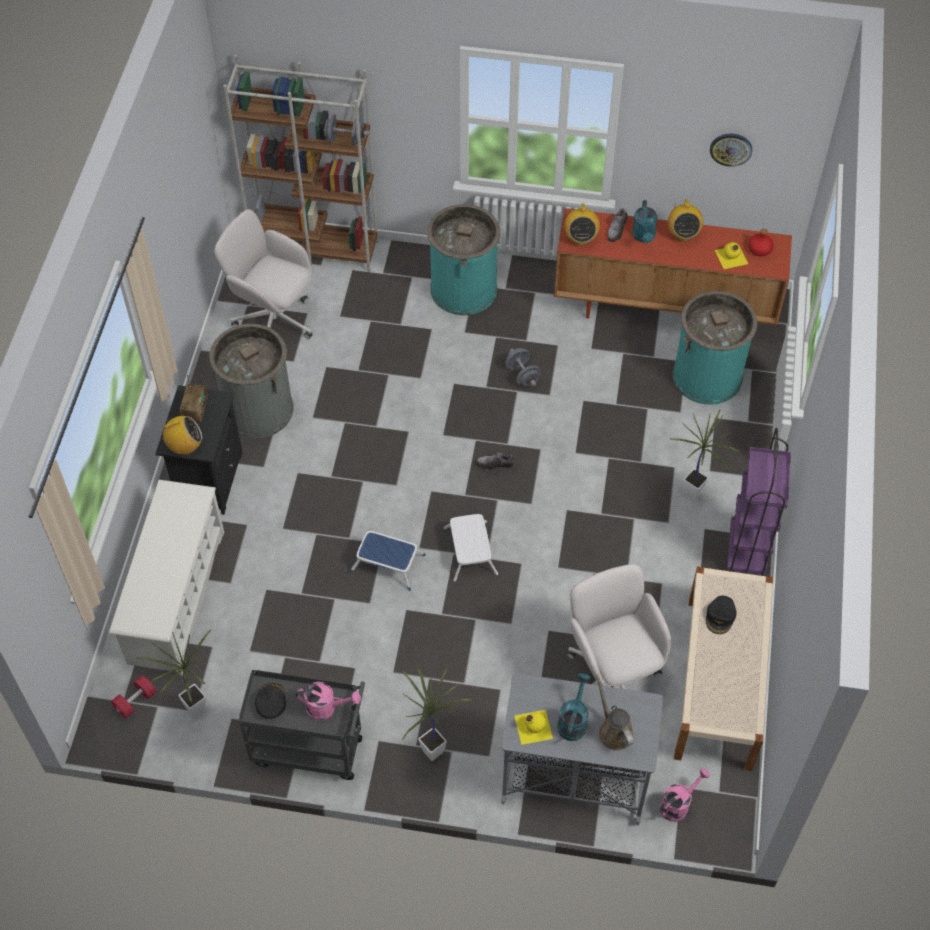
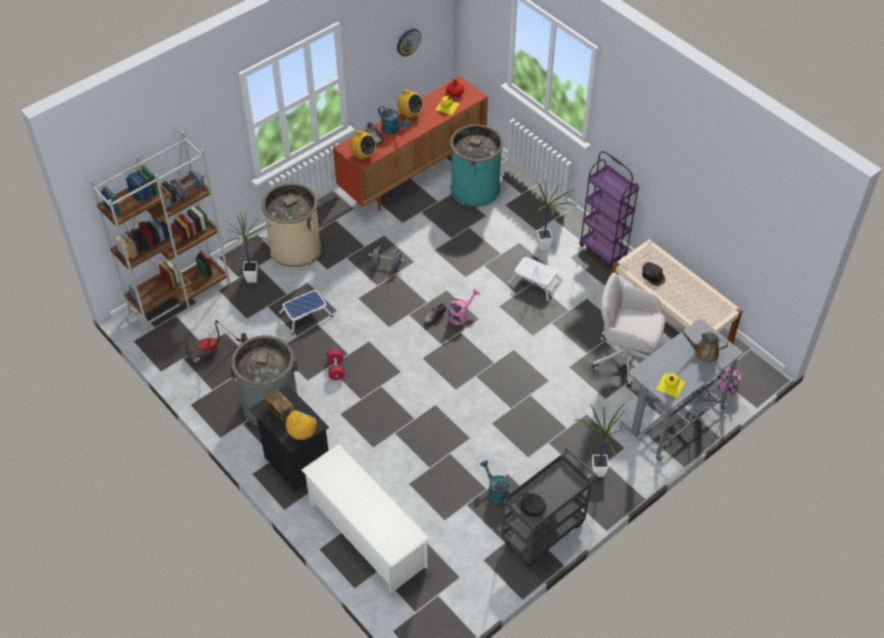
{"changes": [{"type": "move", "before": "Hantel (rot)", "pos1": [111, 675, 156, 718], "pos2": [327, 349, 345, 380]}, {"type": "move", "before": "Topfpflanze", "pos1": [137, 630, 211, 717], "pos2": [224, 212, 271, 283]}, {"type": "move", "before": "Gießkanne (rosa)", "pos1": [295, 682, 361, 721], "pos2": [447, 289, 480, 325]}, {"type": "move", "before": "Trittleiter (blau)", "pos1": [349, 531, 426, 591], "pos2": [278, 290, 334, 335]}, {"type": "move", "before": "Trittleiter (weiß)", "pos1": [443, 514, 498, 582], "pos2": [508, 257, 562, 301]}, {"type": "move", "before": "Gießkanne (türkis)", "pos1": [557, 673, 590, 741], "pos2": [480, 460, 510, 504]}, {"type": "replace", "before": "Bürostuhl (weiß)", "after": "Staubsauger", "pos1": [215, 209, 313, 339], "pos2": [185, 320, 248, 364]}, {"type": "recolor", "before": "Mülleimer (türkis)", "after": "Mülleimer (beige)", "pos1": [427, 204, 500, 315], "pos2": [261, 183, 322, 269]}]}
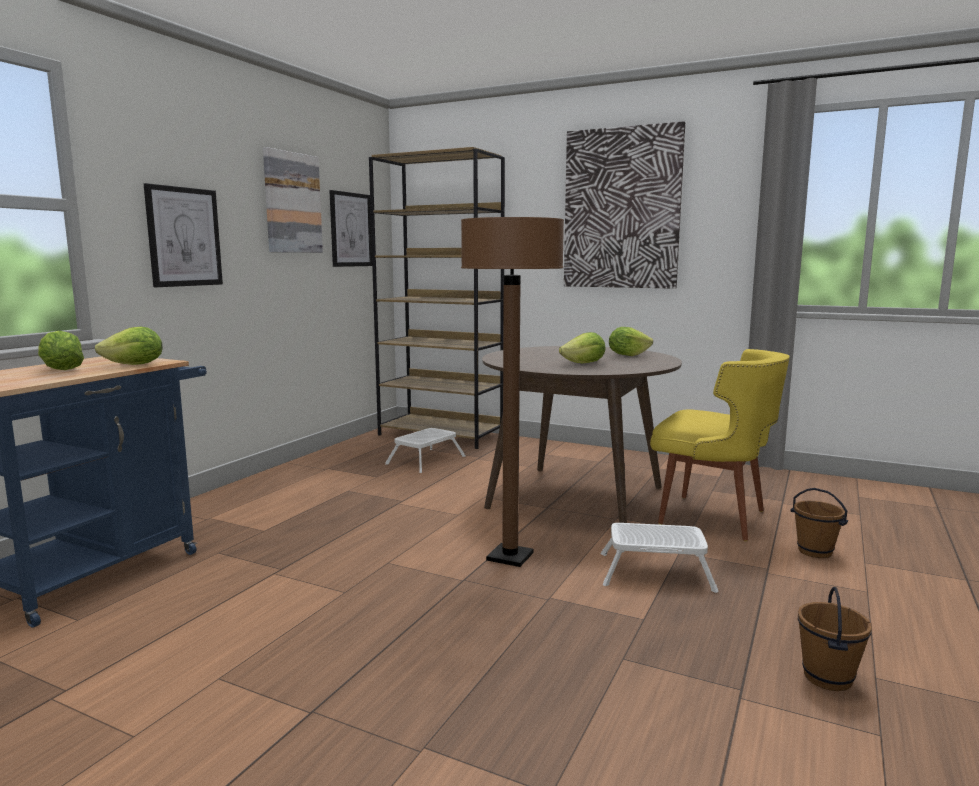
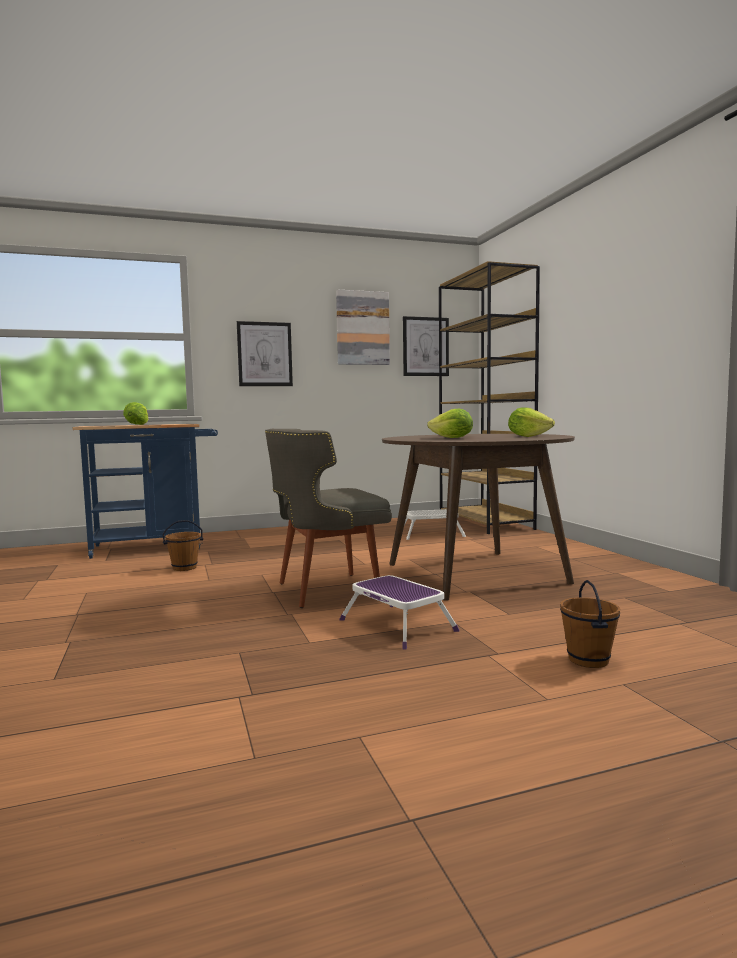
{"changes": [{"type": "delete", "before": "Salatkopf", "pos1": [95, 327, 163, 365]}, {"type": "delete", "before": "Bild", "pos1": [564, 121, 685, 289]}, {"type": "delete", "before": "Stuhl (gelb)", "pos1": [650, 349, 790, 541]}, {"type": "move", "before": "Eimer (braun)", "pos1": [798, 587, 872, 691], "pos2": [163, 520, 203, 571]}, {"type": "replace", "before": "Stehlampe (braun)", "after": "Stuhl (grau)", "pos1": [461, 217, 564, 567], "pos2": [265, 429, 392, 608]}, {"type": "recolor", "before": "Trittleiter (weiß)", "after": "Trittleiter (lila)", "pos1": [601, 523, 719, 593], "pos2": [339, 575, 460, 650]}]}
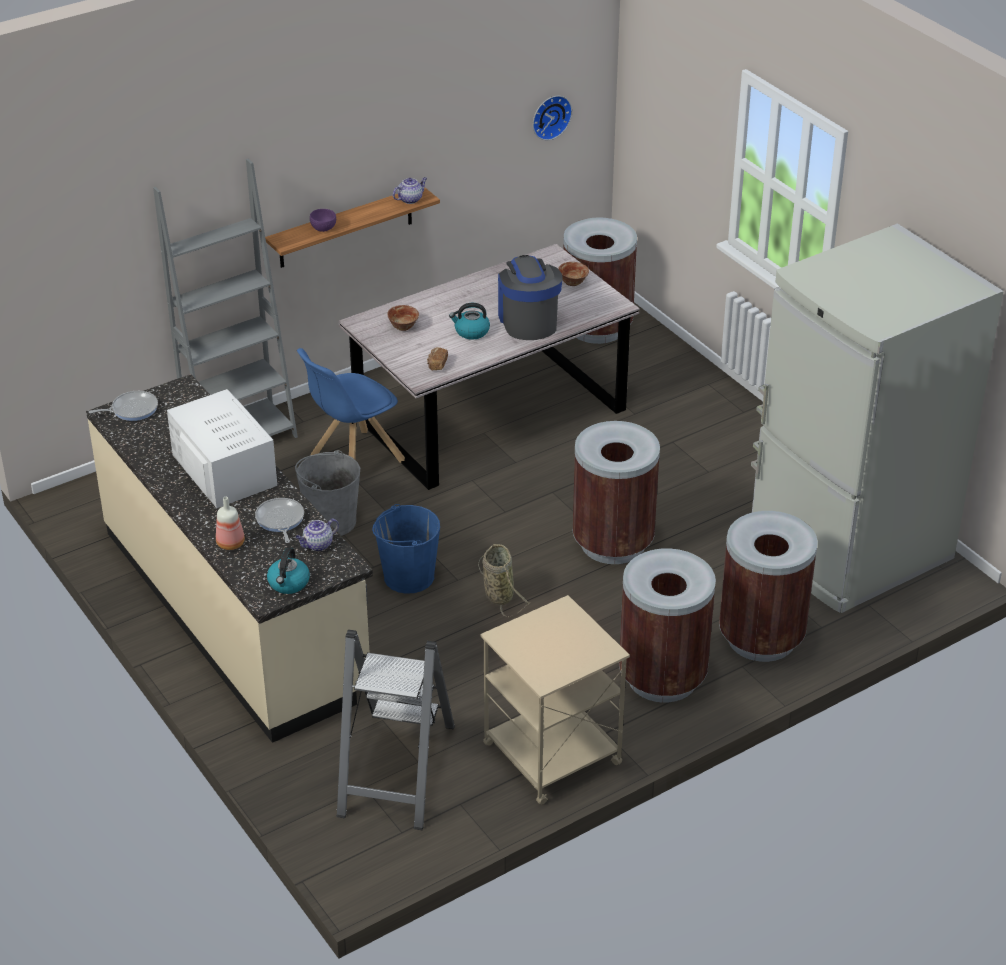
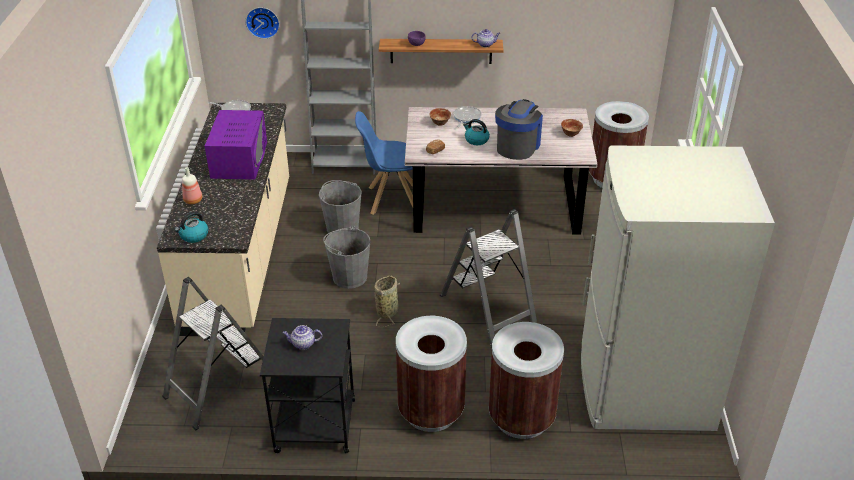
{"changes": [{"type": "move", "before": "Pfanne", "pos1": [255, 498, 304, 543], "pos2": [453, 106, 482, 127]}, {"type": "move", "before": "Teekanne", "pos1": [295, 518, 339, 551], "pos2": [282, 325, 322, 350]}, {"type": "move", "before": "Wanduhr", "pos1": [533, 96, 572, 141], "pos2": [246, 7, 280, 39]}, {"type": "replace", "before": "Mülleimer (braun)", "after": "Trittleiter (grau)", "pos1": [572, 421, 660, 564], "pos2": [440, 209, 537, 348]}, {"type": "recolor", "before": "Mikrowelle (weiß)", "after": "Mikrowelle (lila)", "pos1": [167, 389, 277, 508], "pos2": [205, 110, 267, 180]}, {"type": "recolor", "before": "Eimer (blau)", "after": "Eimer (grau)", "pos1": [372, 504, 440, 594], "pos2": [323, 226, 370, 289]}, {"type": "recolor", "before": "Rollwagen (beige)", "after": "Rollwagen (schwarz)", "pos1": [480, 595, 630, 804], "pos2": [260, 318, 355, 453]}]}
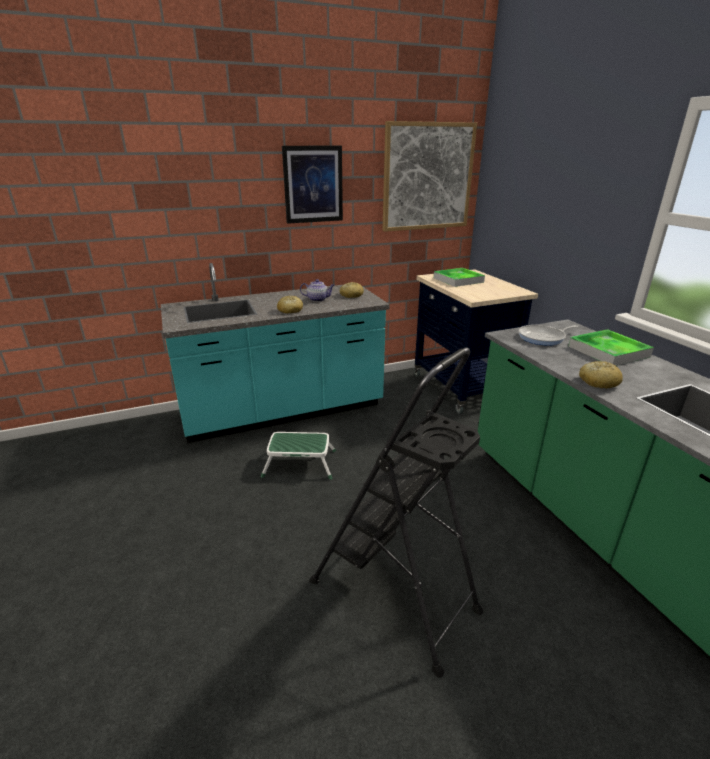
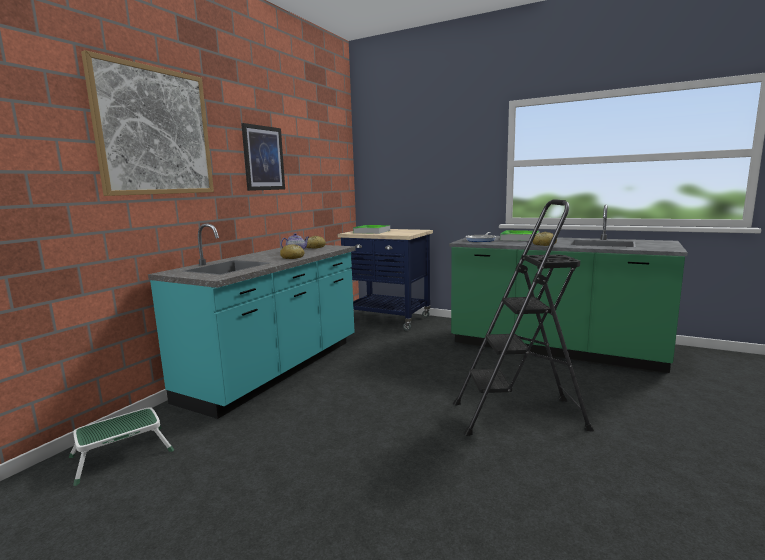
{"changes": [{"type": "move", "before": "Trittleiter (grün)", "pos1": [261, 432, 336, 480], "pos2": [69, 407, 174, 486]}, {"type": "move", "before": "Bild", "pos1": [382, 121, 477, 232], "pos2": [81, 50, 214, 196]}]}
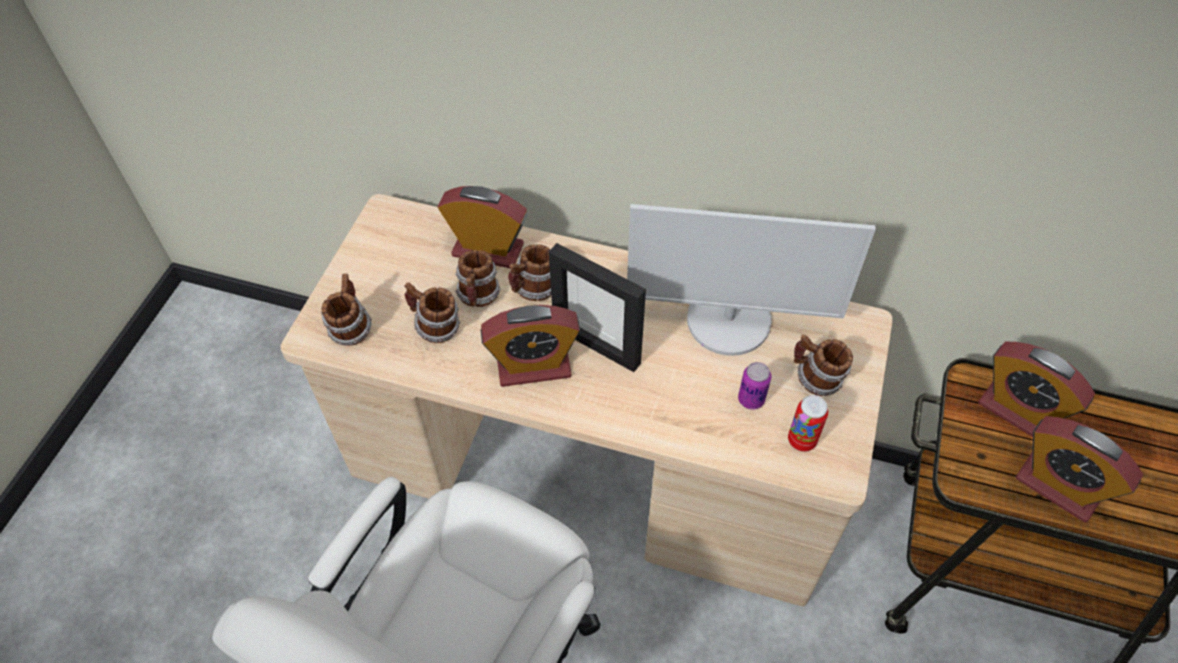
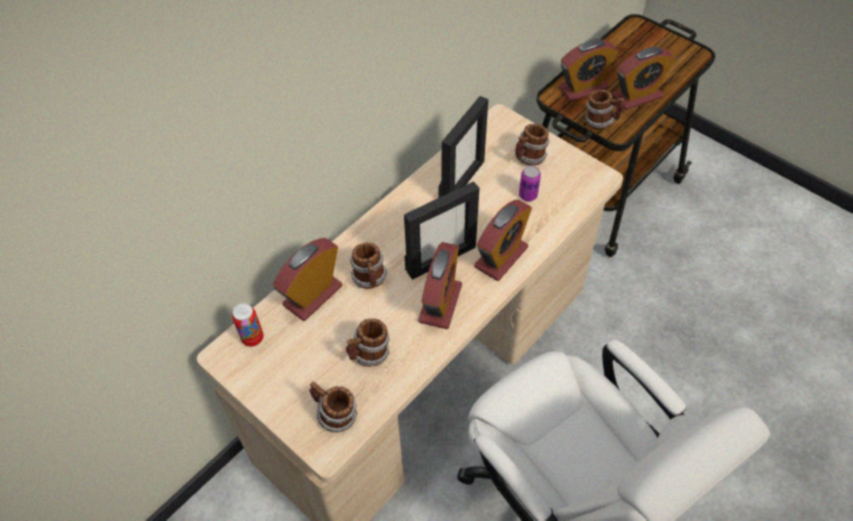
{"changes": [{"type": "insert", "after": "Wecker", "pos2": [474, 199, 532, 281]}, {"type": "move", "before": "Henkelbecher", "pos1": [455, 250, 501, 307], "pos2": [585, 89, 624, 129]}, {"type": "move", "before": "Dose", "pos1": [788, 395, 828, 452], "pos2": [232, 303, 264, 347]}, {"type": "replace", "before": "Monitor", "after": "Bilderrahmen", "pos1": [627, 204, 876, 356], "pos2": [439, 96, 488, 198]}]}
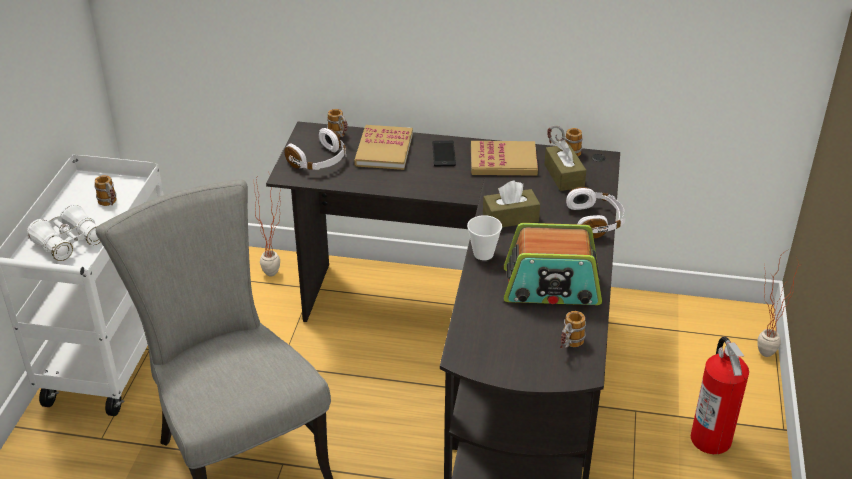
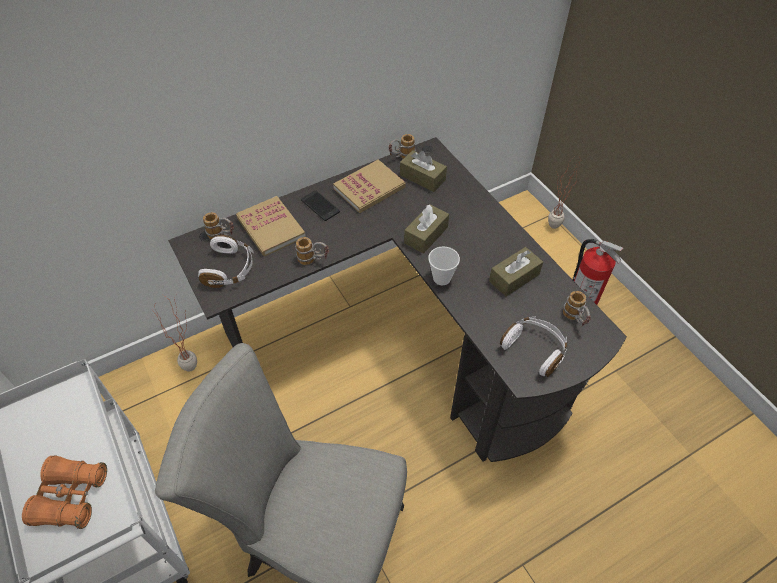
{"changes": [{"type": "move", "before": "Henkelbecher", "pos1": [95, 175, 117, 206], "pos2": [296, 237, 329, 265]}, {"type": "move", "before": "Kopfhörer (weiß)", "pos1": [566, 187, 626, 238], "pos2": [500, 317, 567, 377]}, {"type": "replace", "before": "Radio", "after": "Taschentuchbox (braun)", "pos1": [504, 223, 602, 305], "pos2": [489, 247, 543, 296]}, {"type": "recolor", "before": "Fernglas (weiß)", "after": "Fernglas (orange)", "pos1": [27, 204, 100, 261], "pos2": [22, 455, 107, 529]}]}
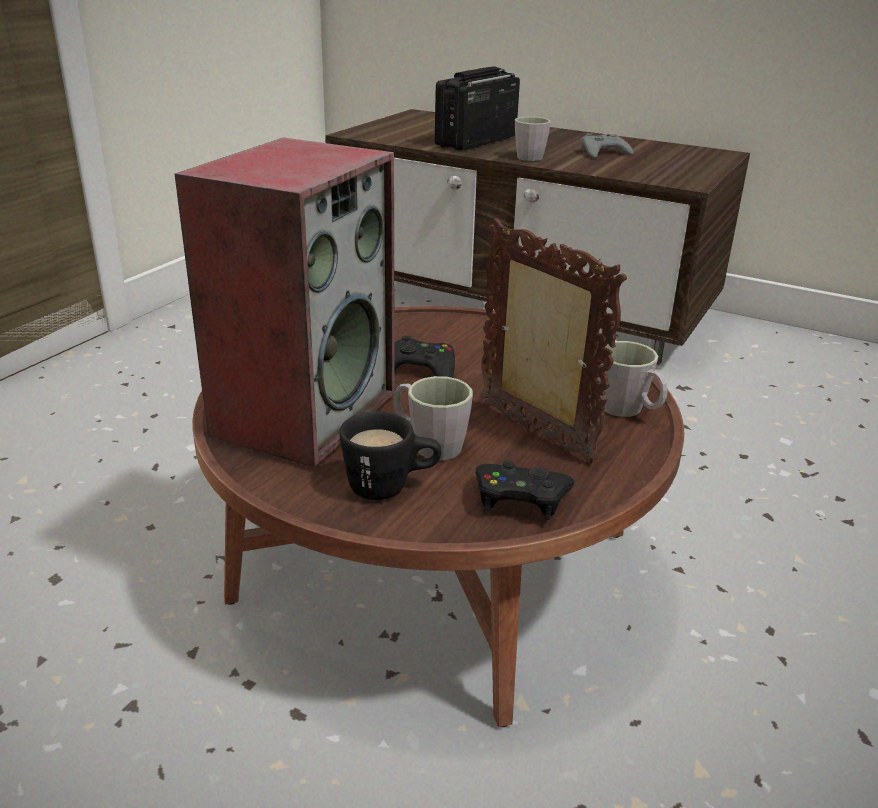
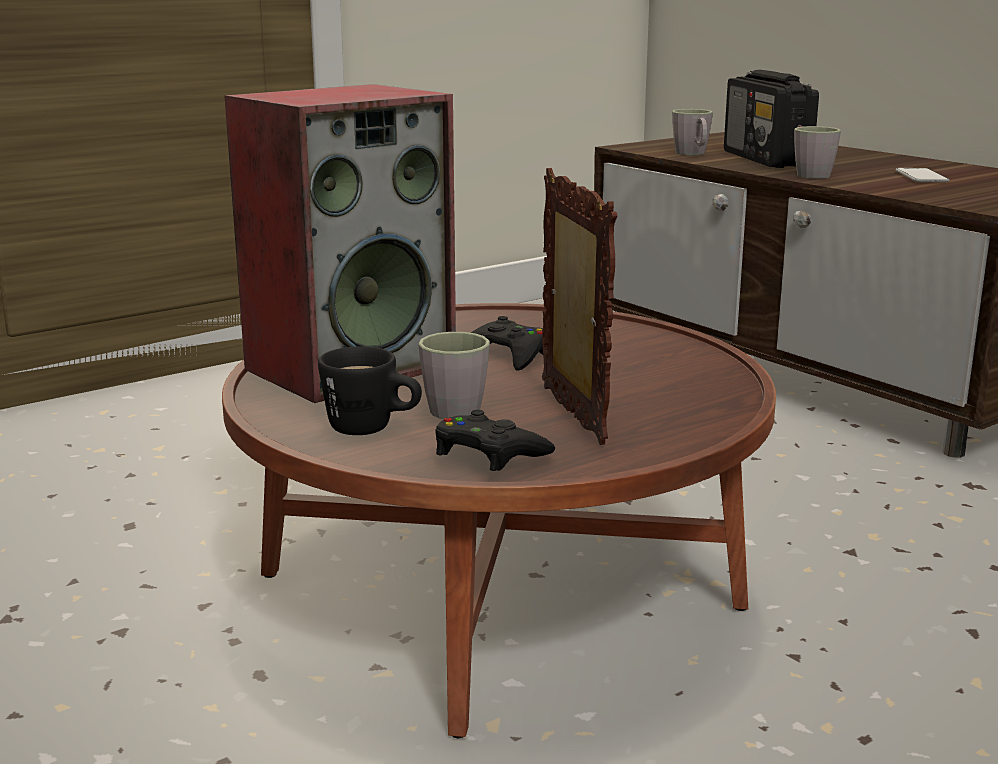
{"changes": [{"type": "move", "before": "Henkelbecher (grau)", "pos1": [598, 341, 668, 417], "pos2": [672, 109, 713, 155]}, {"type": "replace", "before": "Gamepad (grau)", "after": "Handy", "pos1": [581, 133, 633, 158], "pos2": [895, 168, 949, 182]}, {"type": "rotate", "before": "Radio", "pos1": [435, 66, 520, 150], "pos2": [724, 70, 819, 168], "turn": -75}]}
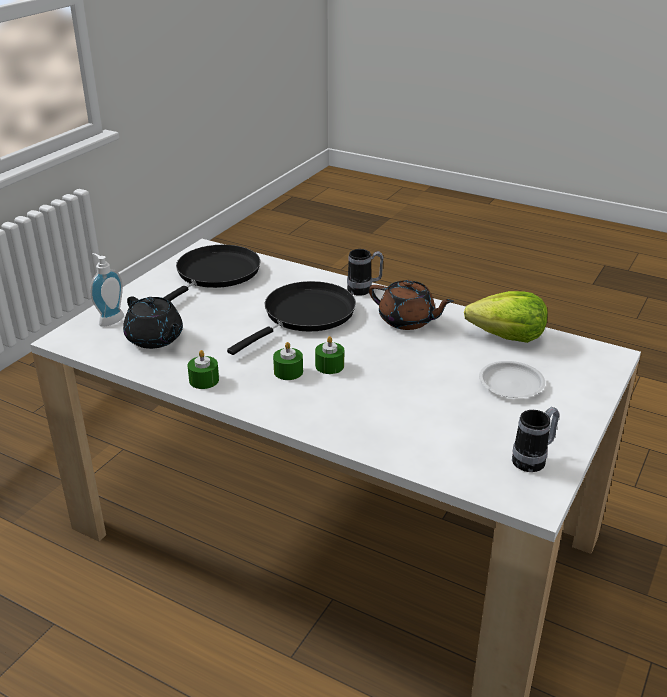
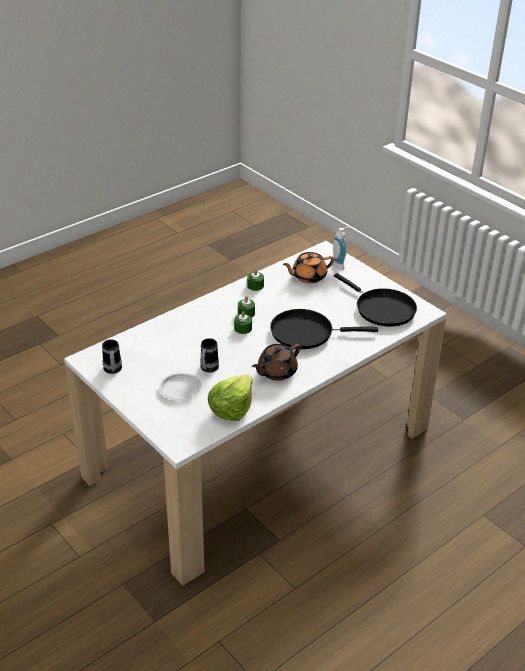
{"changes": [{"type": "move", "before": "Henkelbecher", "pos1": [347, 249, 384, 296], "pos2": [200, 338, 219, 373]}, {"type": "recolor", "before": "Teekanne (schwarz)", "after": "Teekanne (orange)", "pos1": [123, 296, 183, 349], "pos2": [283, 252, 334, 283]}, {"type": "rotate", "before": "Pfanne (schwarz)", "pos1": [227, 281, 356, 355], "pos2": [270, 309, 378, 349], "turn": 120}]}
